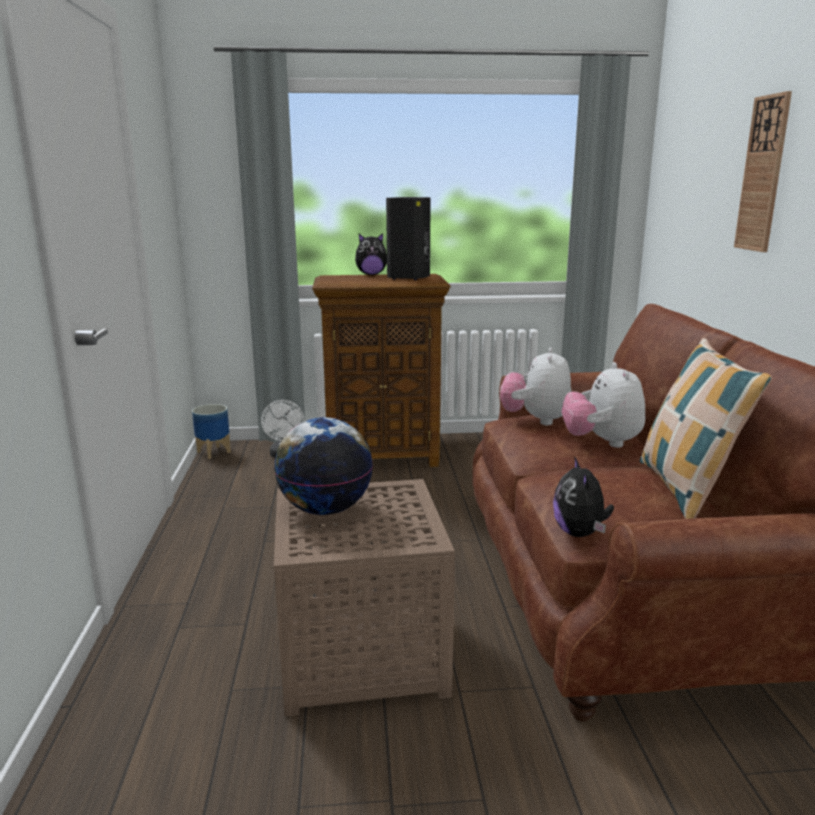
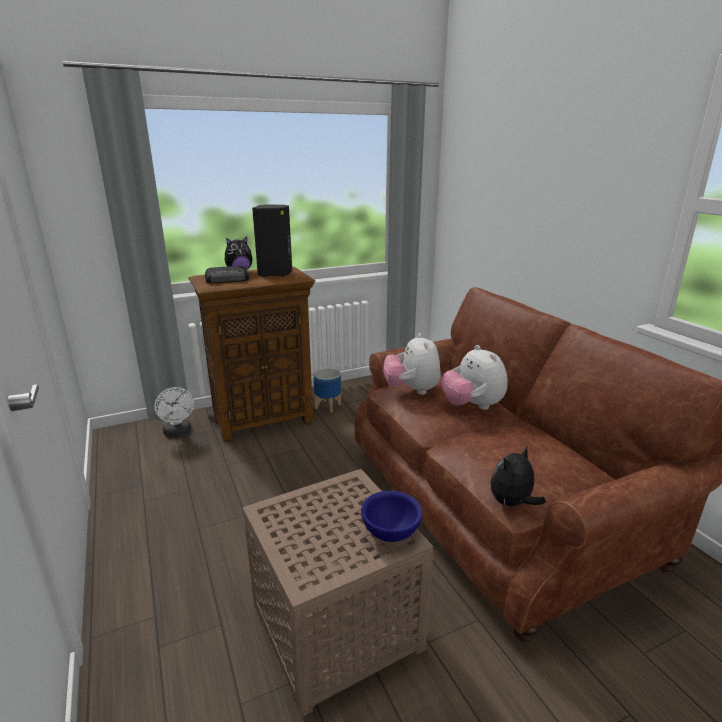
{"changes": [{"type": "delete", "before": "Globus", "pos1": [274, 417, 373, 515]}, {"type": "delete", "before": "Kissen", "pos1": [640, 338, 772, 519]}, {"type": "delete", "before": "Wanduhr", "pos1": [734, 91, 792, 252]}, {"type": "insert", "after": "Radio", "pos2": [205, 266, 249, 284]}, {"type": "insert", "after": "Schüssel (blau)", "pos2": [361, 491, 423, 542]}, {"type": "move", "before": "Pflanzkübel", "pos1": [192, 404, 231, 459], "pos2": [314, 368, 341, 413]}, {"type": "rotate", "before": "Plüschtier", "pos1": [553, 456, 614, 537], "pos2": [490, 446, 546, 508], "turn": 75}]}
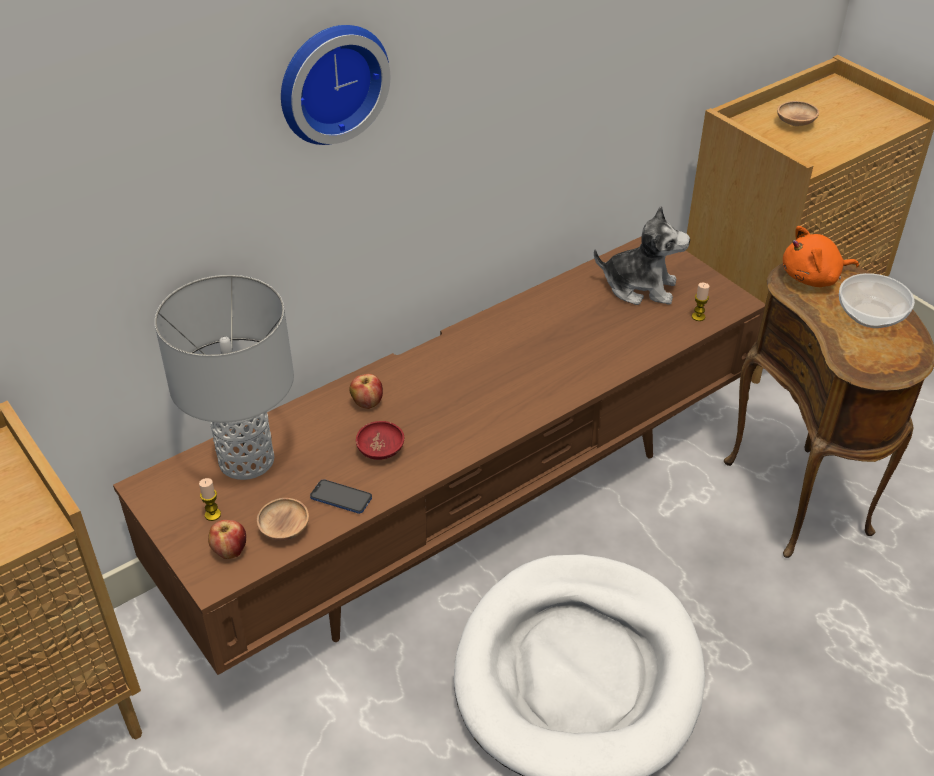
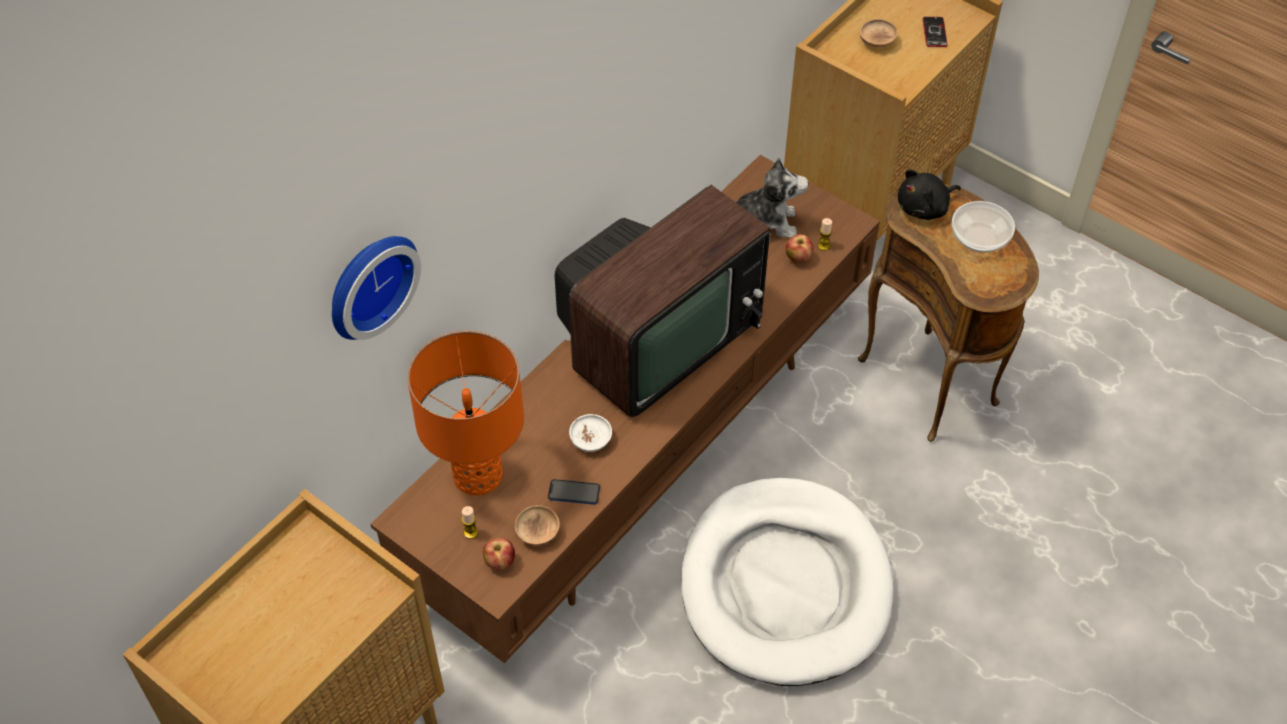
{"changes": [{"type": "insert", "after": "Fernseher", "pos2": [555, 185, 770, 417]}, {"type": "insert", "after": "Handy", "pos2": [923, 17, 948, 47]}, {"type": "move", "before": "Wanduhr", "pos1": [281, 25, 390, 145], "pos2": [332, 236, 421, 340]}, {"type": "move", "before": "Apfel", "pos1": [349, 374, 383, 409], "pos2": [785, 234, 814, 264]}, {"type": "recolor", "before": "Tischlampe (weiß)", "after": "Tischlampe (orange)", "pos1": [155, 275, 294, 480], "pos2": [408, 331, 524, 495]}, {"type": "recolor", "before": "Schüssel (rot)", "after": "Schüssel (weiß)", "pos1": [356, 421, 404, 460], "pos2": [569, 414, 612, 452]}, {"type": "recolor", "before": "Plüschtier (orange)", "after": "Plüschtier (schwarz)", "pos1": [783, 226, 859, 287], "pos2": [898, 169, 961, 220]}]}
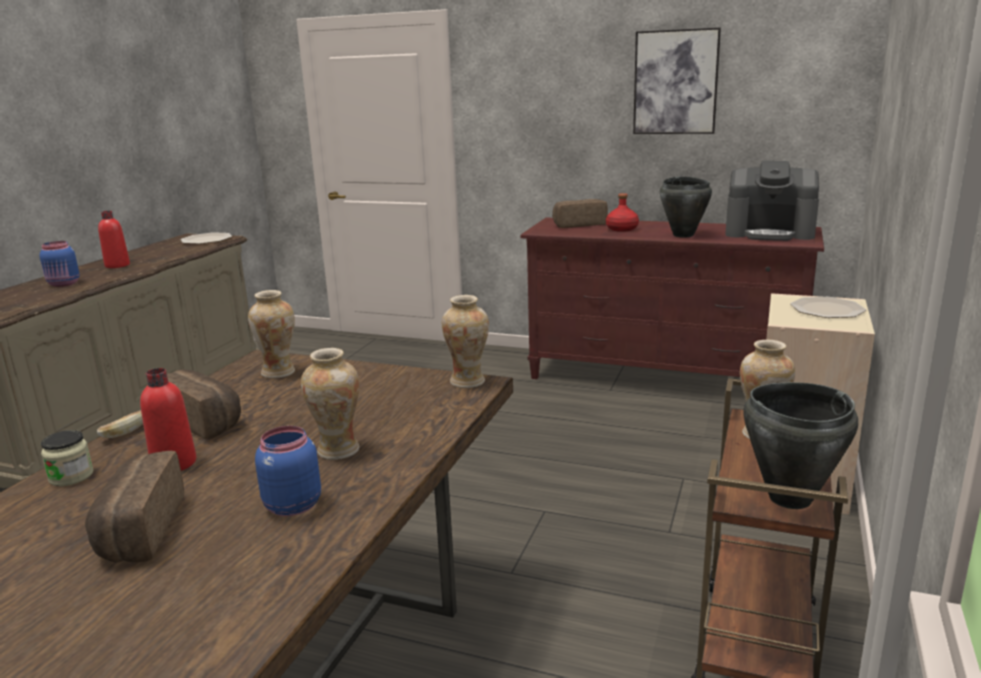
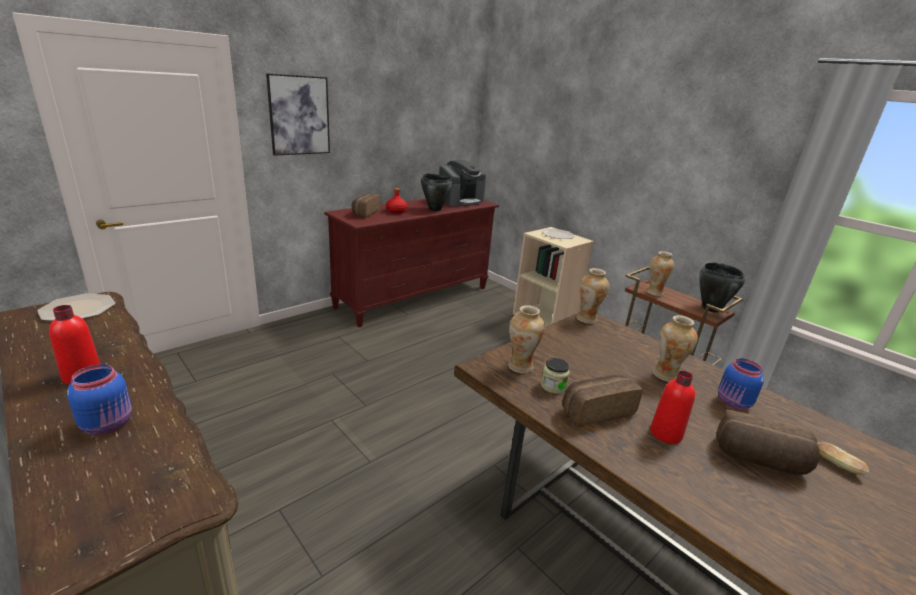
{"changes": [{"type": "move", "before": "Vorratsglas", "pos1": [41, 430, 94, 486], "pos2": [541, 358, 570, 394]}, {"type": "move", "before": "Brot", "pos1": [97, 410, 143, 438], "pos2": [818, 442, 869, 475]}, {"type": "move", "before": "Bild", "pos1": [633, 27, 721, 134], "pos2": [266, 73, 330, 156]}]}
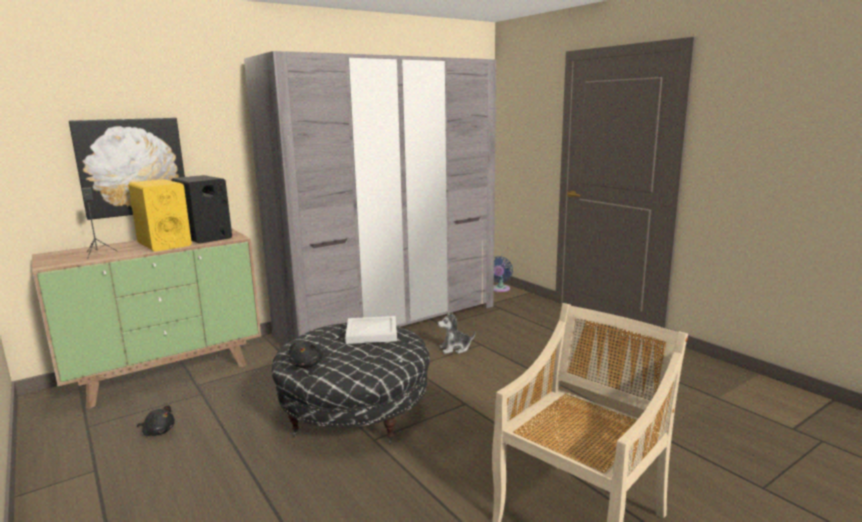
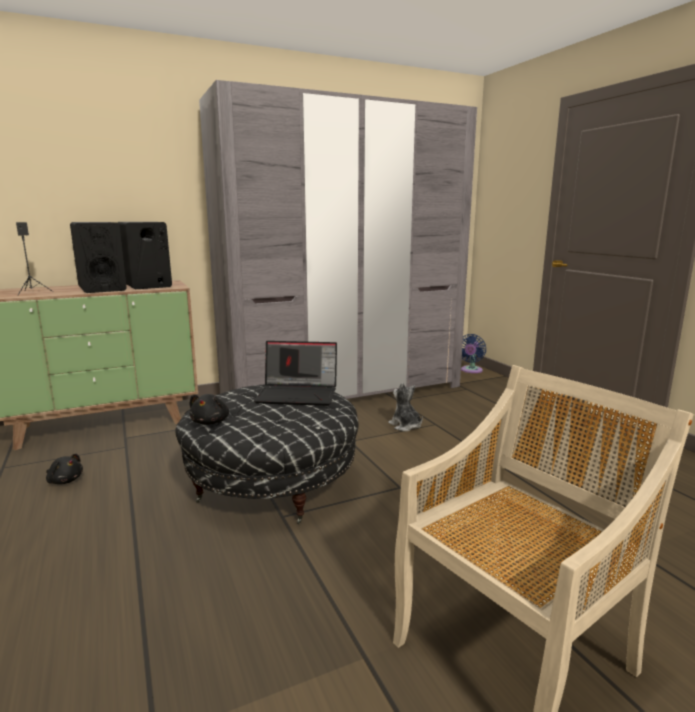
{"changes": [{"type": "delete", "before": "Bild", "pos1": [69, 118, 185, 220]}, {"type": "replace", "before": "Tablett (weiß)", "after": "Laptop", "pos1": [345, 316, 397, 344], "pos2": [254, 341, 337, 406]}, {"type": "recolor", "before": "Lautsprecher (gelb)", "after": "Lautsprecher (schwarz)", "pos1": [128, 179, 192, 252], "pos2": [70, 222, 127, 293]}, {"type": "rotate", "before": "Plüschtier", "pos1": [437, 312, 475, 354], "pos2": [388, 382, 423, 432], "turn": 60}]}
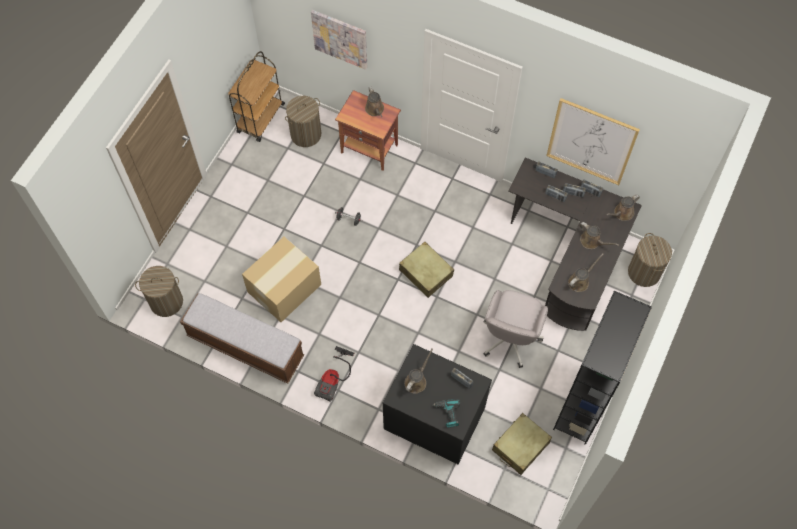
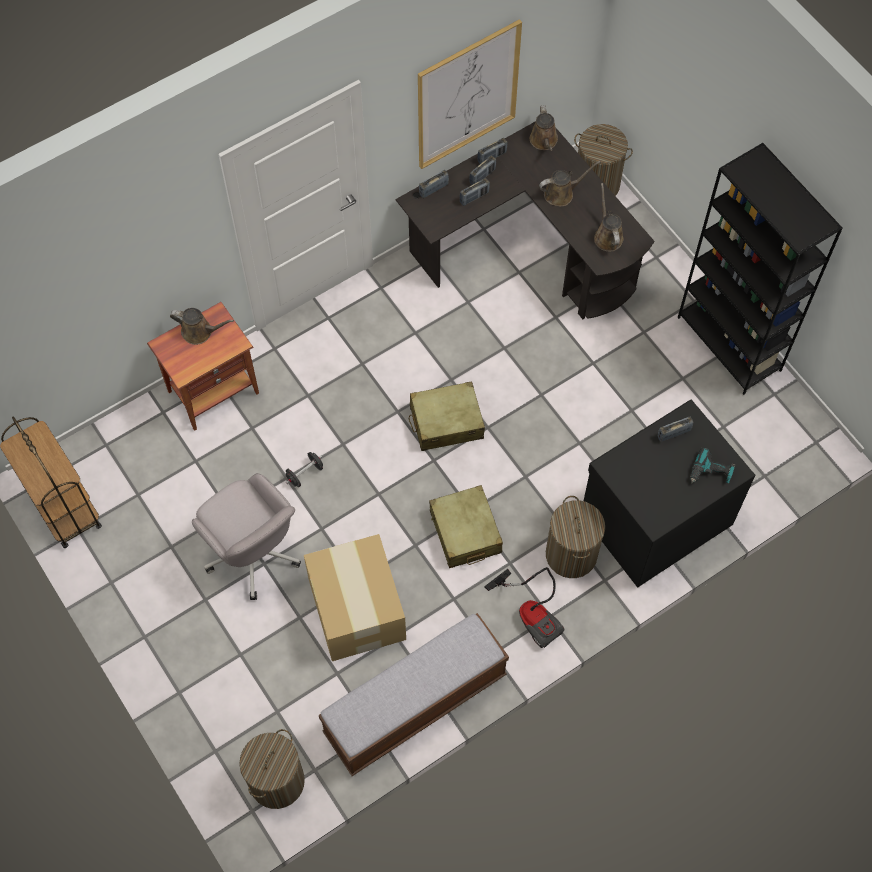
{"changes": [{"type": "delete", "before": "Bild", "pos1": [311, 10, 367, 70]}, {"type": "delete", "before": "Gießkanne (braun)", "pos1": [404, 348, 433, 394]}, {"type": "move", "before": "Wäschekorb", "pos1": [285, 96, 321, 147], "pos2": [546, 496, 605, 578]}, {"type": "move", "before": "Bürostuhl (grau)", "pos1": [483, 290, 548, 368], "pos2": [192, 473, 301, 600]}, {"type": "move", "before": "Koffer (beige)", "pos1": [492, 413, 552, 475], "pos2": [429, 485, 503, 568]}]}
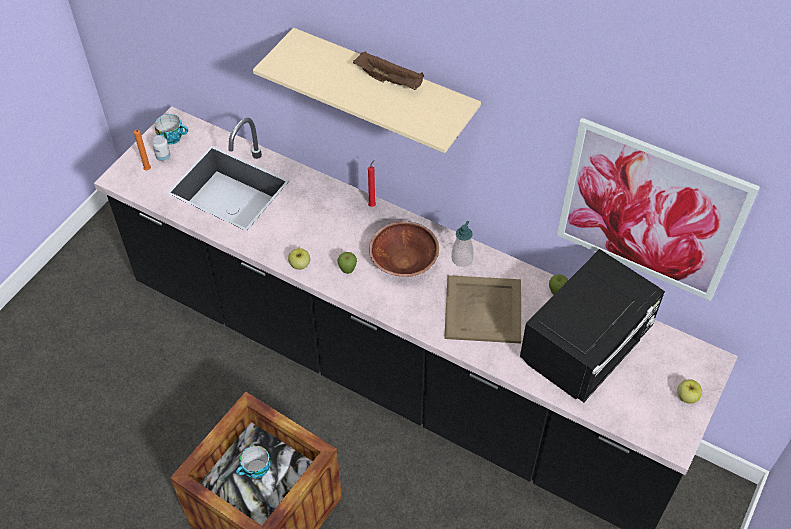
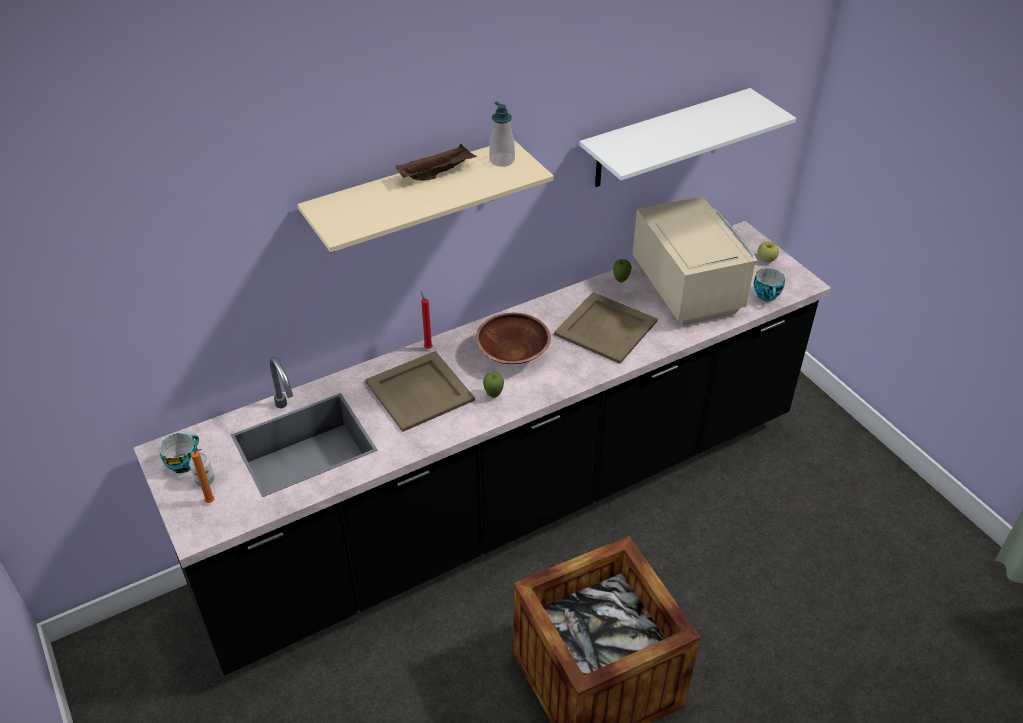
{"changes": [{"type": "delete", "before": "Apfel", "pos1": [288, 248, 310, 270]}, {"type": "insert", "after": "Tablett (beige)", "pos2": [365, 351, 475, 432]}, {"type": "move", "before": "Tasse", "pos1": [236, 445, 271, 478], "pos2": [754, 268, 785, 301]}, {"type": "move", "before": "Seifenspender", "pos1": [451, 221, 473, 267], "pos2": [489, 102, 515, 167]}, {"type": "replace", "before": "Bild", "after": "Wandregal (weiß)", "pos1": [557, 118, 760, 301], "pos2": [579, 88, 796, 187]}, {"type": "recolor", "before": "Mikrowelle (schwarz)", "after": "Mikrowelle (beige)", "pos1": [520, 249, 665, 403], "pos2": [633, 197, 757, 326]}]}
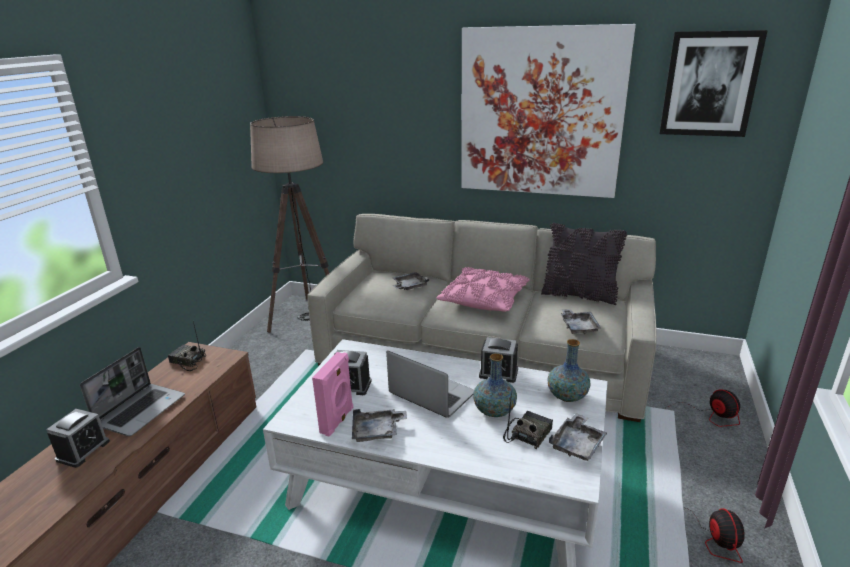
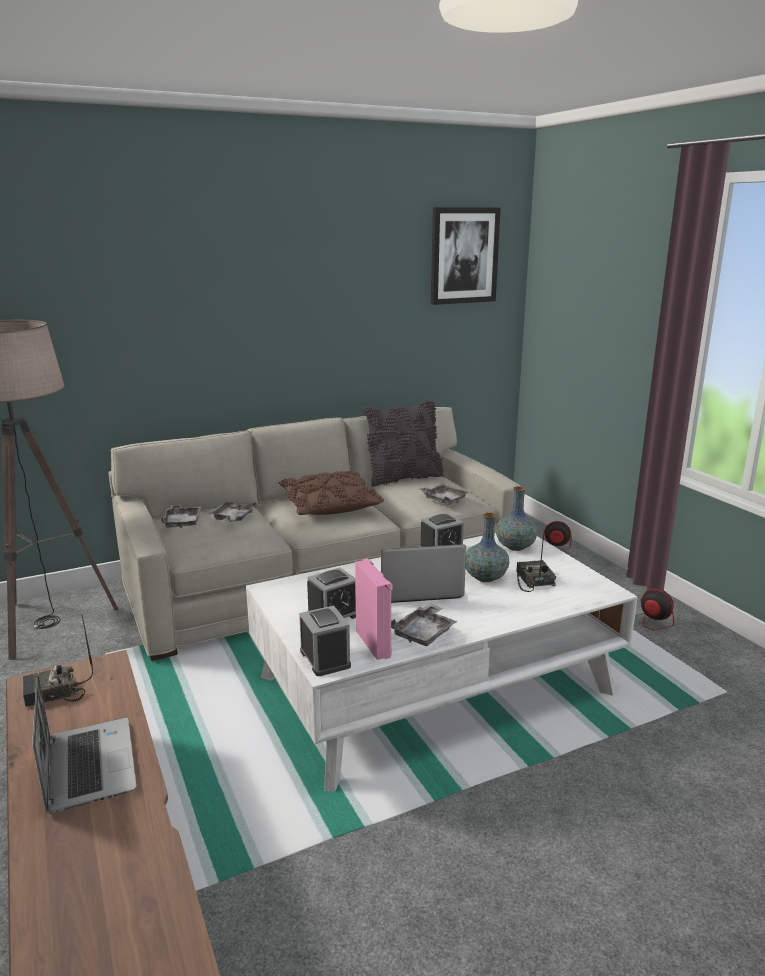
{"changes": [{"type": "delete", "before": "Bild", "pos1": [461, 24, 636, 198]}, {"type": "move", "before": "Wecker", "pos1": [46, 409, 110, 468], "pos2": [299, 605, 351, 676]}, {"type": "move", "before": "Tablett (grau)", "pos1": [549, 413, 607, 461], "pos2": [161, 504, 201, 528]}, {"type": "recolor", "before": "Kissen (rosa)", "after": "Kissen (braun)", "pos1": [436, 267, 530, 312], "pos2": [278, 471, 384, 515]}]}
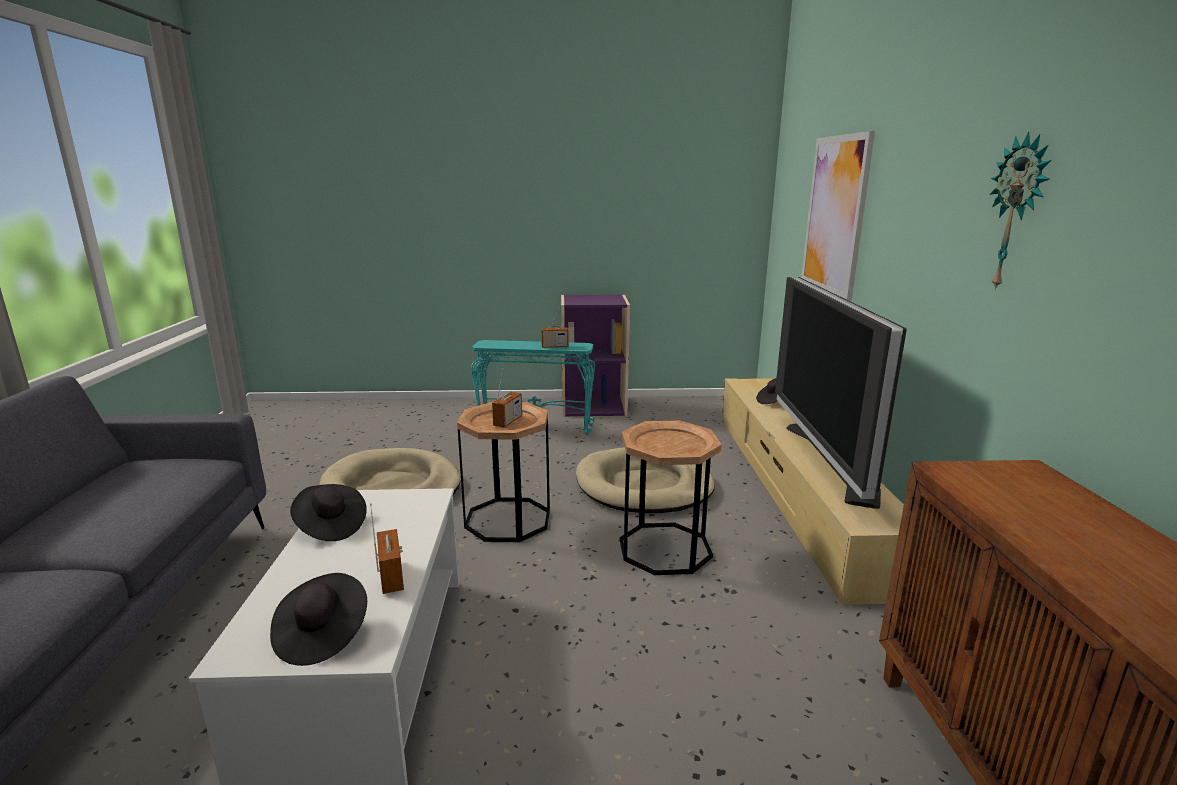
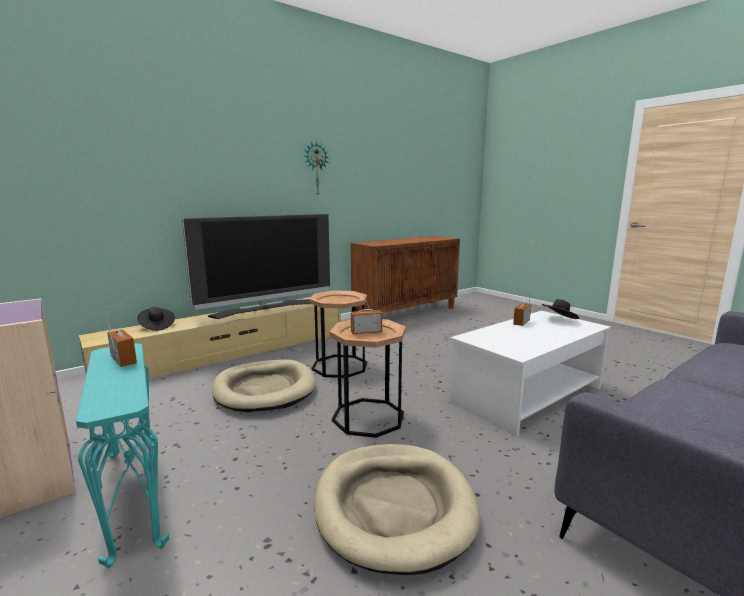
{"changes": [{"type": "delete", "before": "Hut (schwarz)", "pos1": [290, 484, 367, 541]}, {"type": "delete", "before": "Bild", "pos1": [801, 131, 875, 301]}]}
